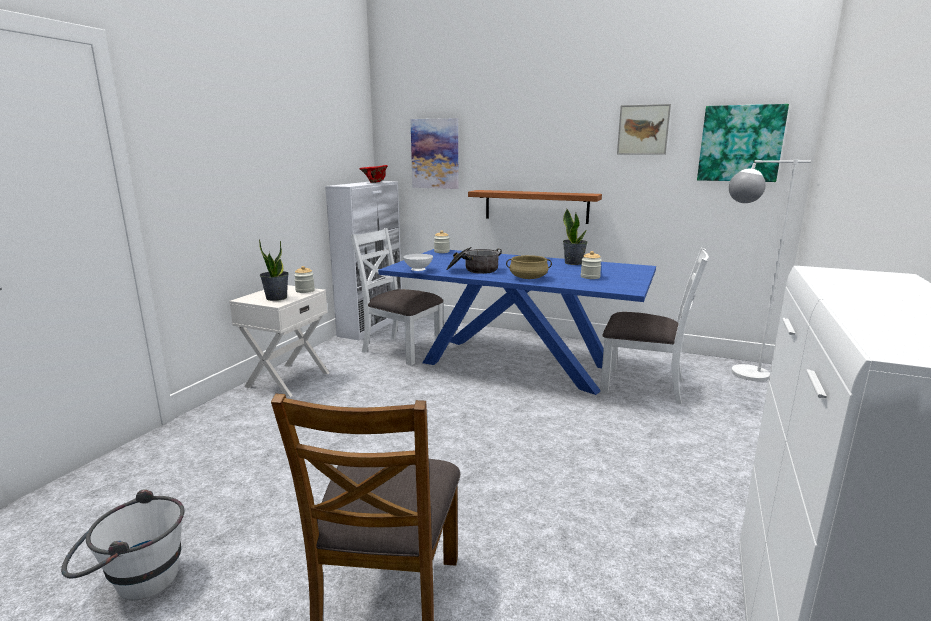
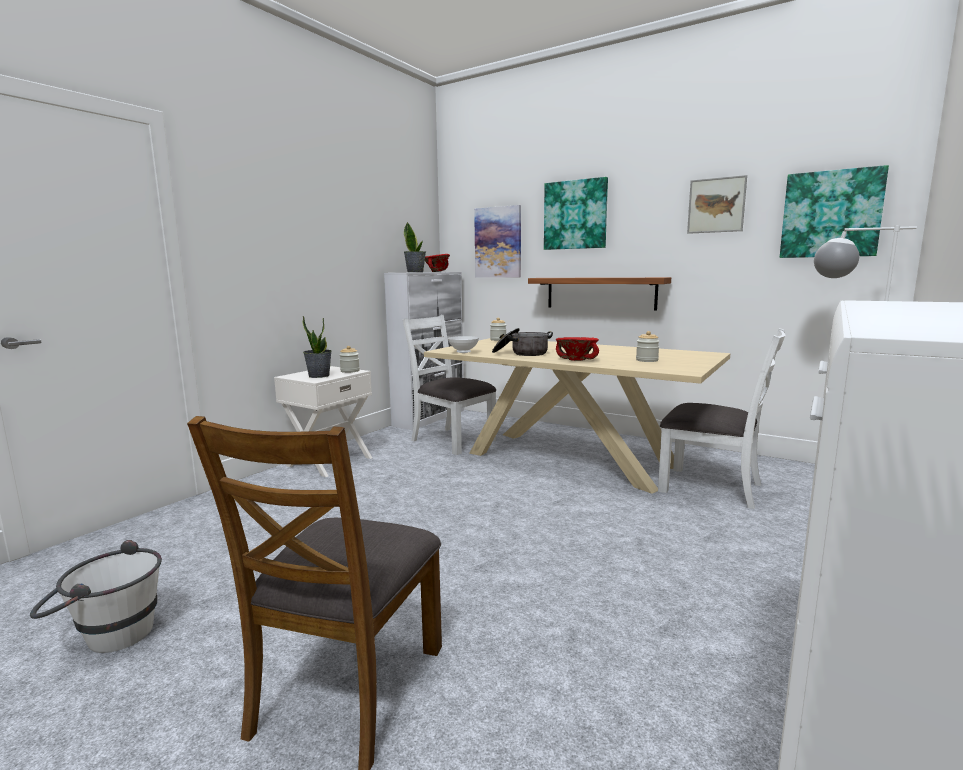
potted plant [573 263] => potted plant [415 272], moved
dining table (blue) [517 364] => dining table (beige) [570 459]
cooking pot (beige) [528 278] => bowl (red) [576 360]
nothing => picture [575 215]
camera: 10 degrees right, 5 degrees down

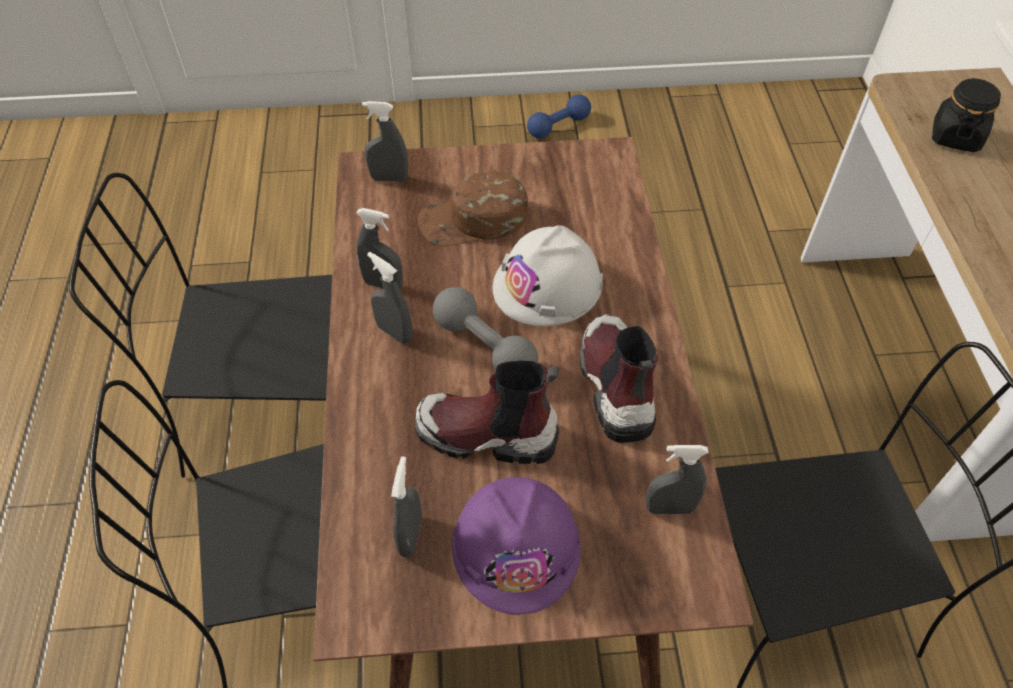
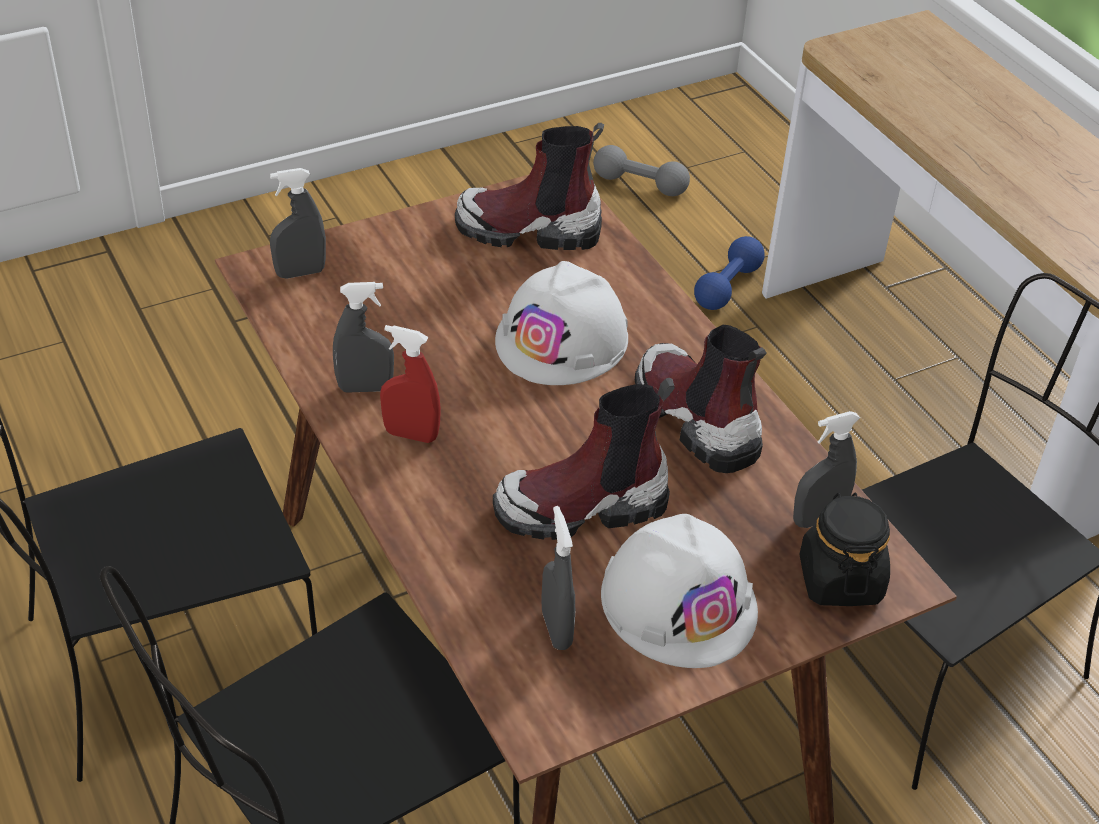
jar (black) [955 136] => jar (black) [839 579], moved
dumbbell (blue) [558 126] => dumbbell (blue) [727 287], moved
cap (brown) [473 220] => nothing
spray bottle (grey) [394 333] => spray bottle (red) [411 434]
dumbbell (grey) [484 346] => dumbbell (grey) [640 184], moved
hard hat (purple) [517 546] => hard hat (white) [679 602]
nothing => boot [528 230]
camera: 25 degrees left, 10 degrees down

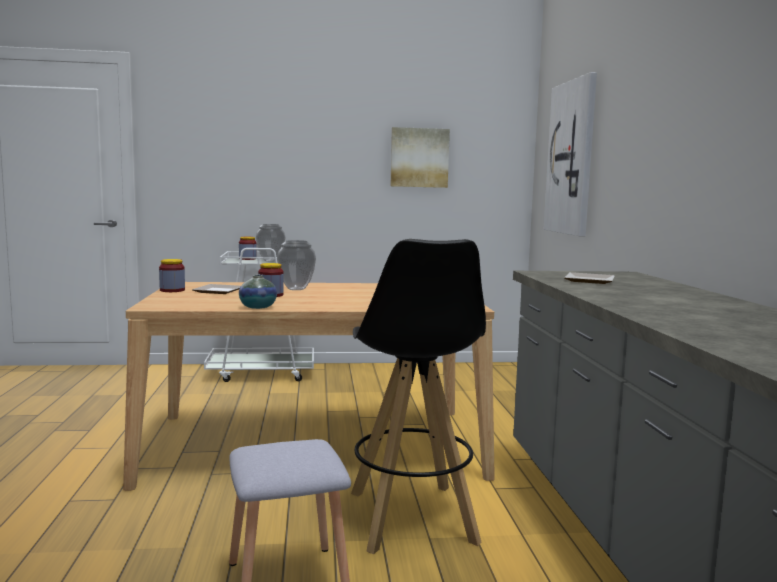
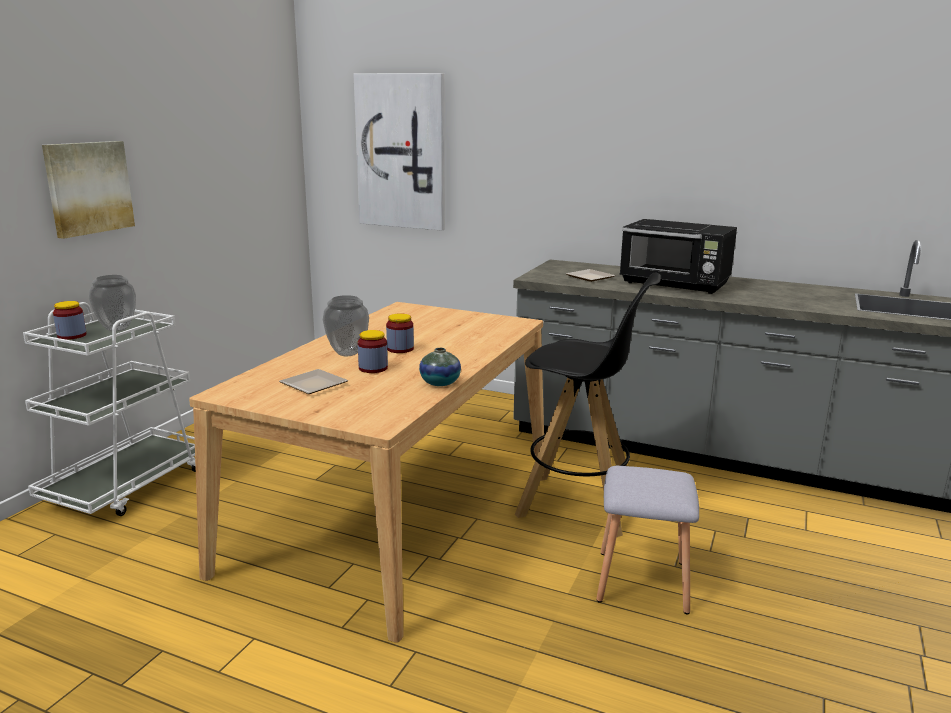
picture [419 158] => picture [88 187], moved
jar [172 290] => jar [400 349], moved
nothing => microwave (black) [675 284]
camera: 60 degrees left, 10 degrees up

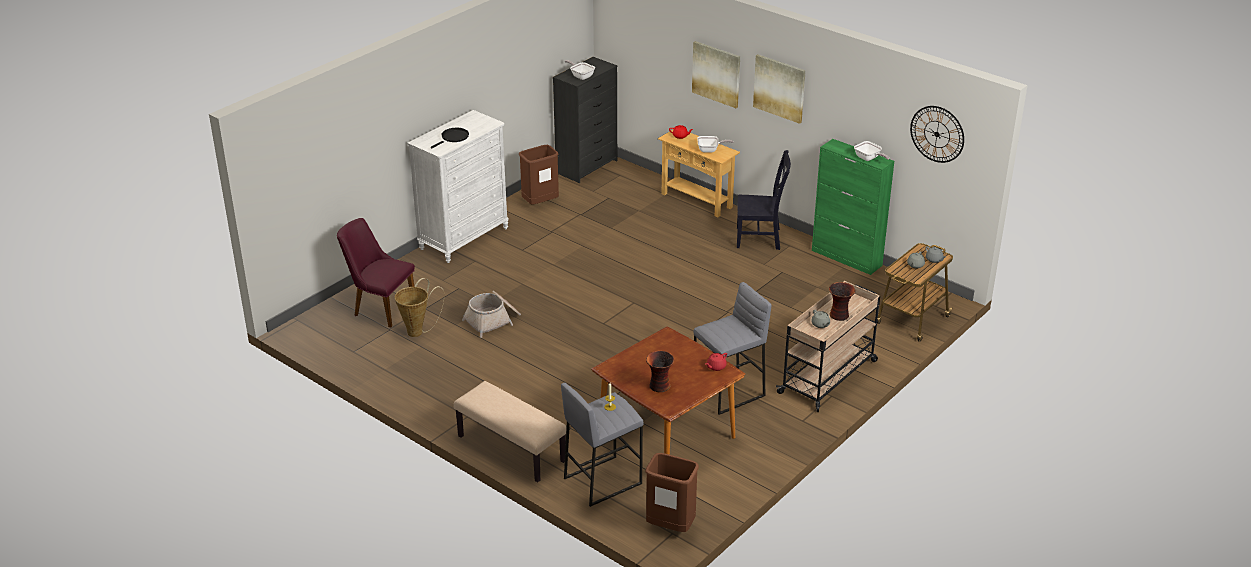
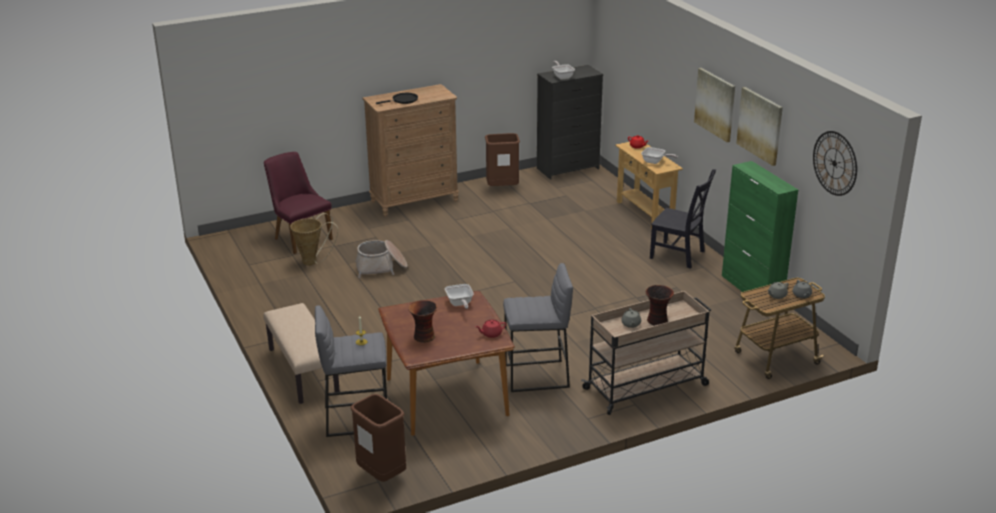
picture [716 74] => picture [760 125], moved
dresser (white) [464 238] => dresser (brown) [414 201]
frying pan [869 159] => frying pan [459 304], moved
camera: 25 degrees right, 5 degrees down

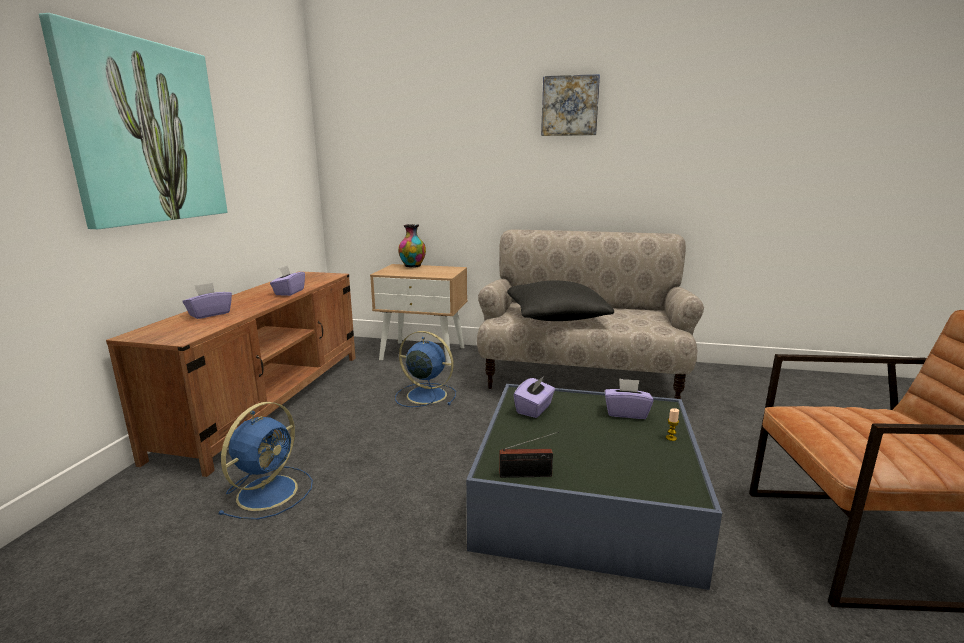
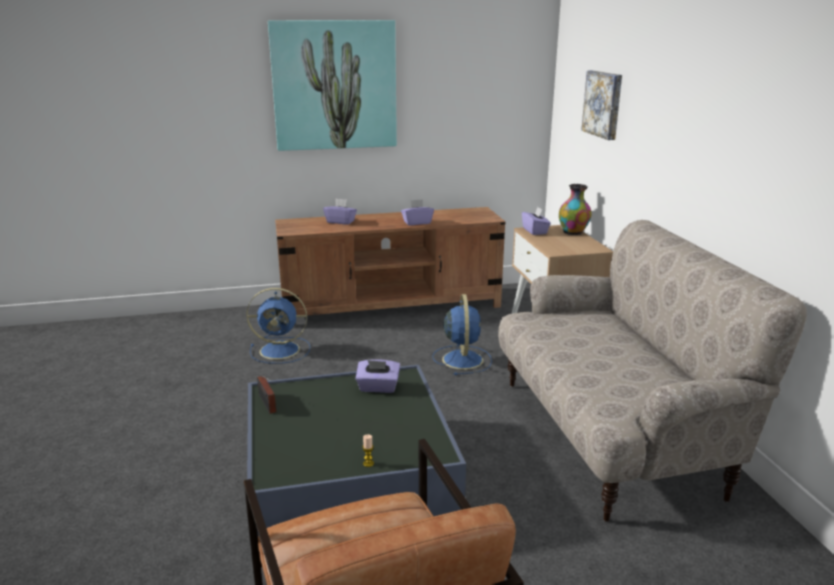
picture [570 106] => picture [604 104], moved
pillow (black) [555 317] => nothing
tissue box (purple) [626 413] => tissue box (purple) [535 231], moved
camera: 65 degrees right, 5 degrees up

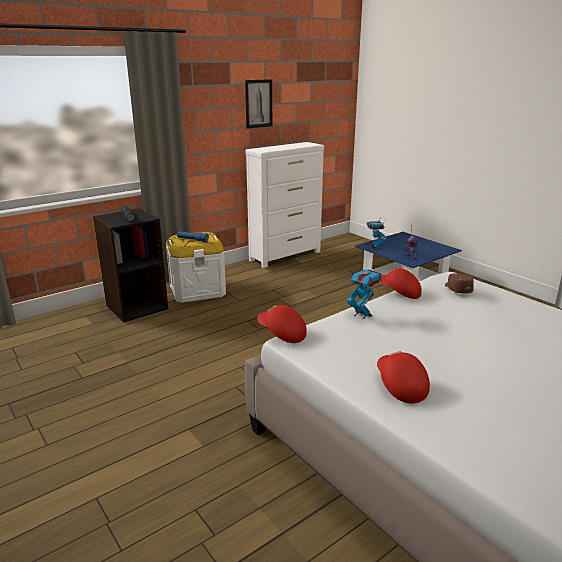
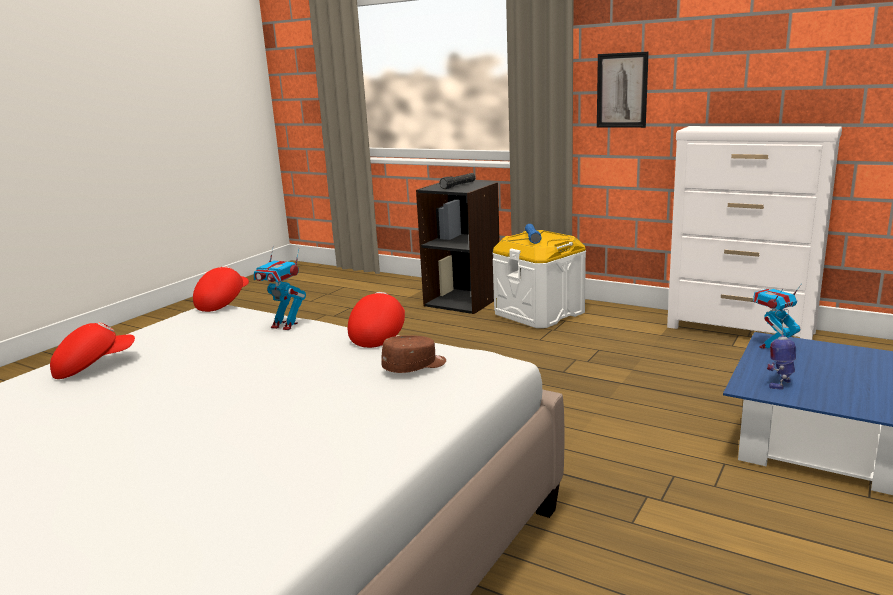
picture [258 103] => picture [622 90], moved
toy robot [362 315] => toy robot [285 325], 90 degrees clockwise
camera: 70 degrees right, 5 degrees down

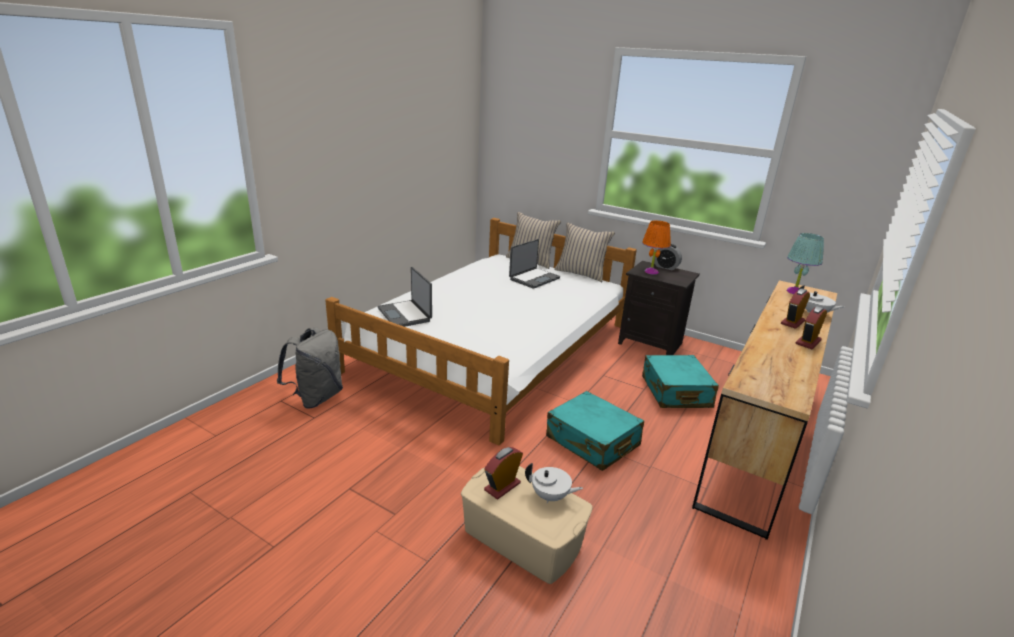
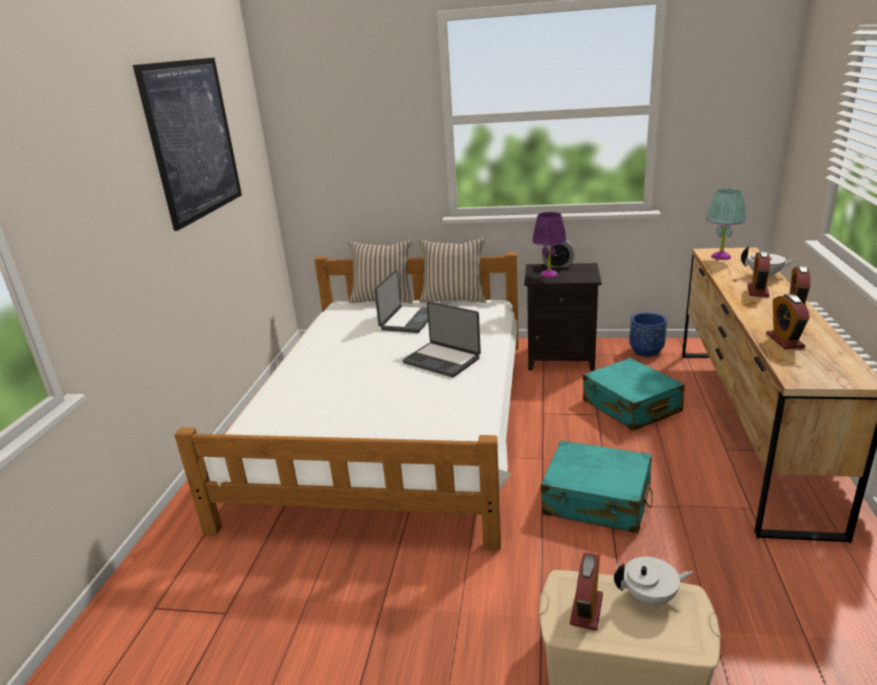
table lamp (orange) [651 271] => table lamp (purple) [548 274]
laptop [405 315] => laptop [442 360], moved
backpack (grey) [316 397] => nothing
nothing => picture [193 139]
nothing => alarm clock [784 340]
nothing => planter (blue) [646 351]
camera: 20 degrees left, 0 degrees up

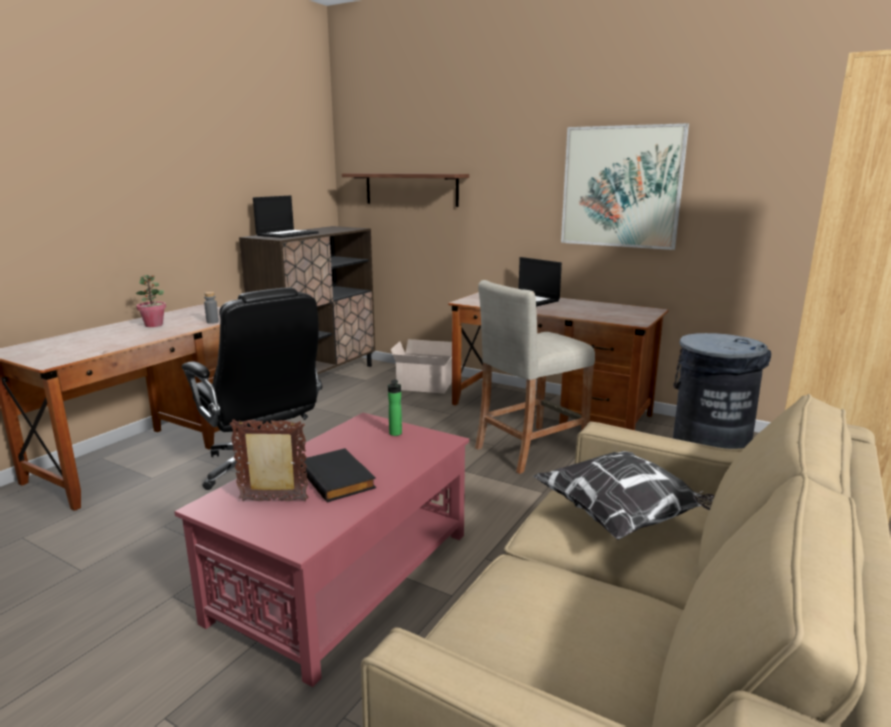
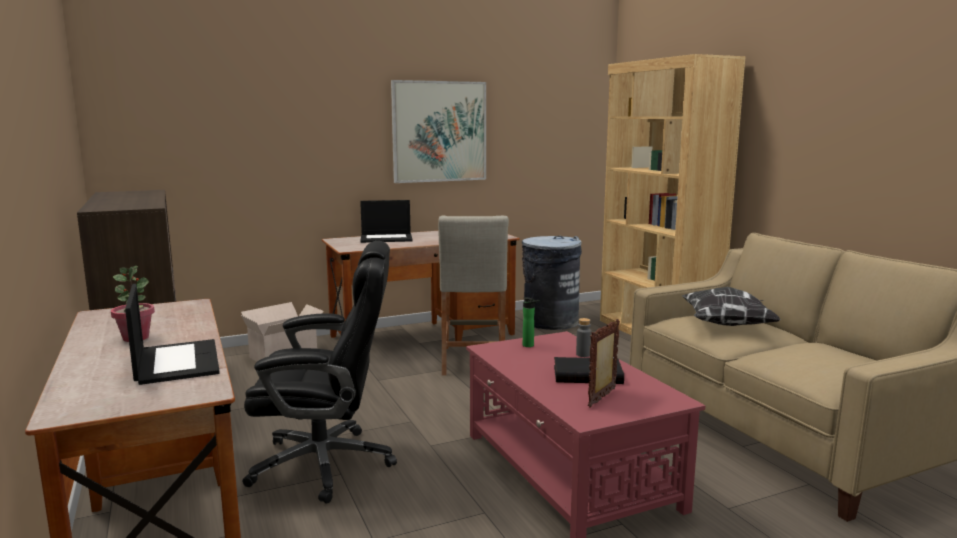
shelf [411 189] => nothing
laptop [287 234] => laptop [176 362], moved
bottle (grey) [212 322] => bottle (grey) [583 354], moved
camera: 55 degrees left, 5 degrees down

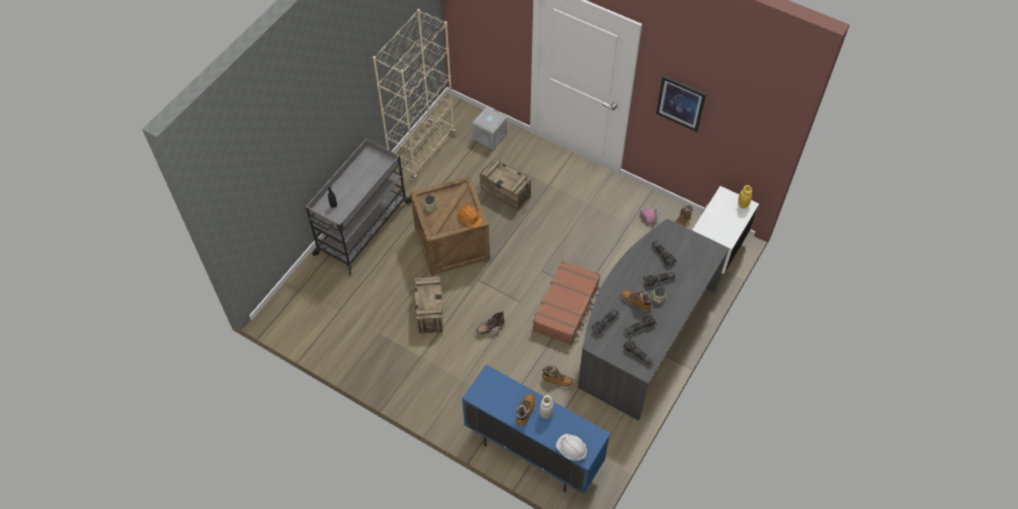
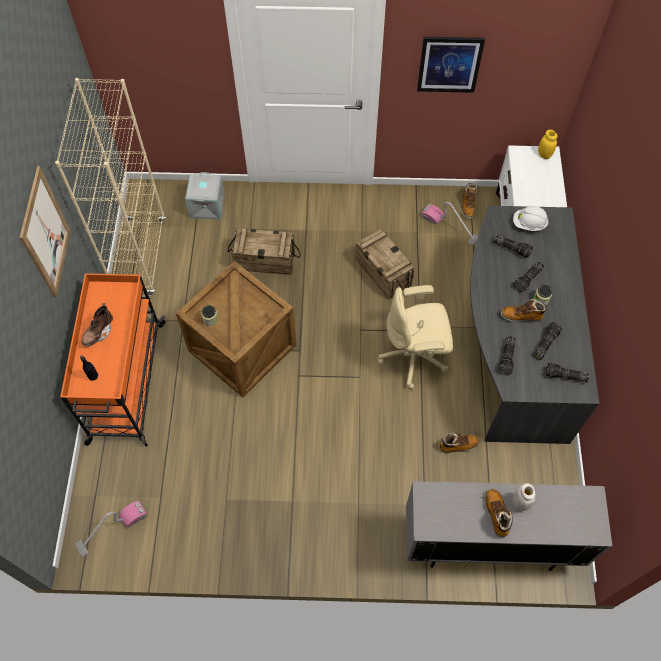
cart (grey) [362 229] => cart (orange) [126 383]
hard hat (orange) [469 218] => nothing
suitcase (brown) [567 307] => office chair (beige) [414 357]
crate [429 312] => crate [382 273], moved
boot (brown) [490 328] => boot (brown) [99 332], moved
cabinet (blue) [533 453] => cabinet (grey) [488 544]
hard hat (white) [571 450] => hard hat (white) [529 224], moved
nothing => picture [45 233]
nothing => vacuum cleaner [112 529]
camera: 30 degrees left, 5 degrees up

